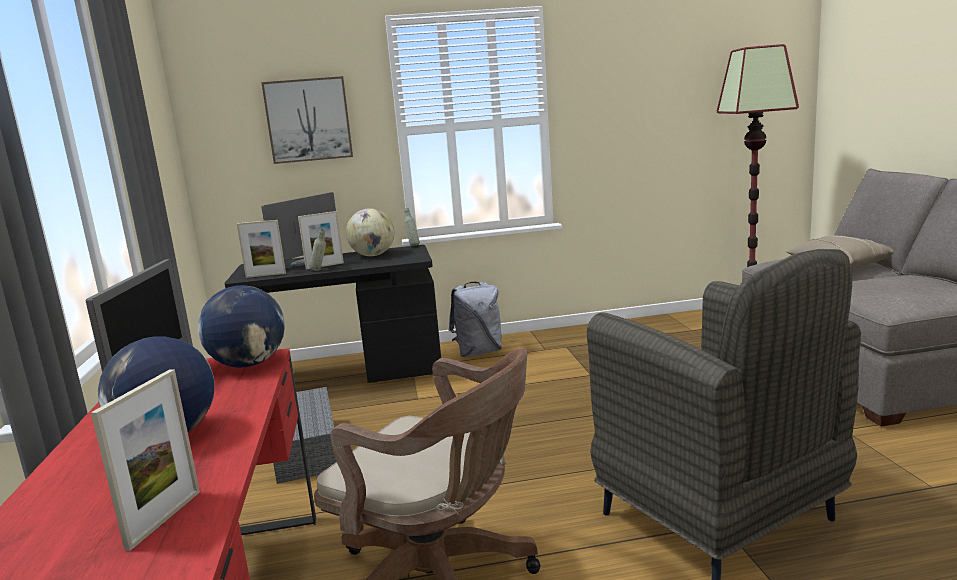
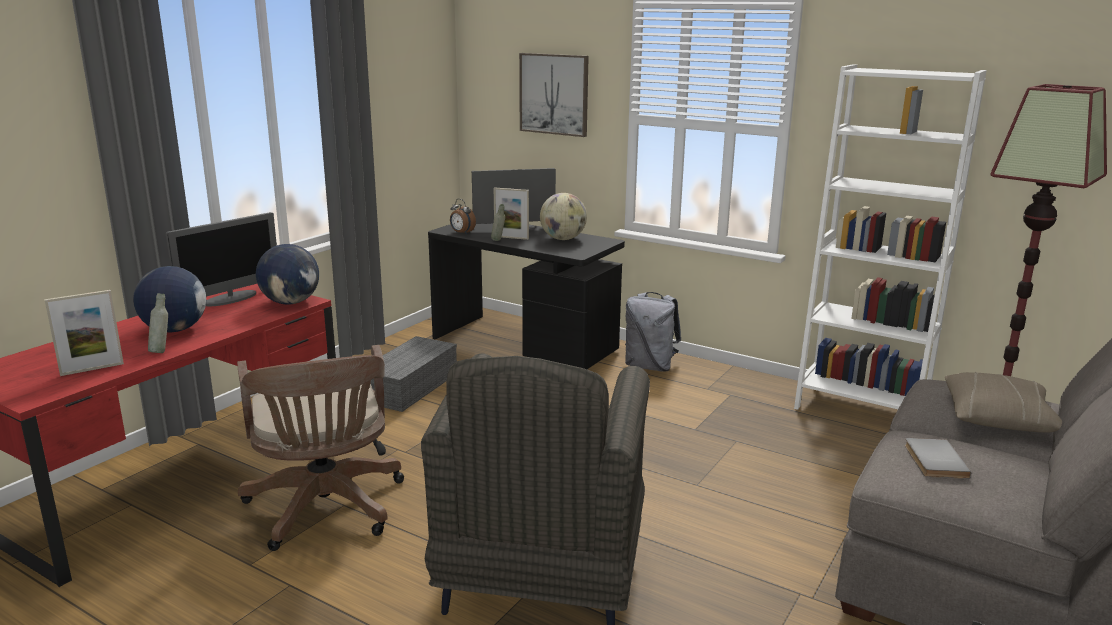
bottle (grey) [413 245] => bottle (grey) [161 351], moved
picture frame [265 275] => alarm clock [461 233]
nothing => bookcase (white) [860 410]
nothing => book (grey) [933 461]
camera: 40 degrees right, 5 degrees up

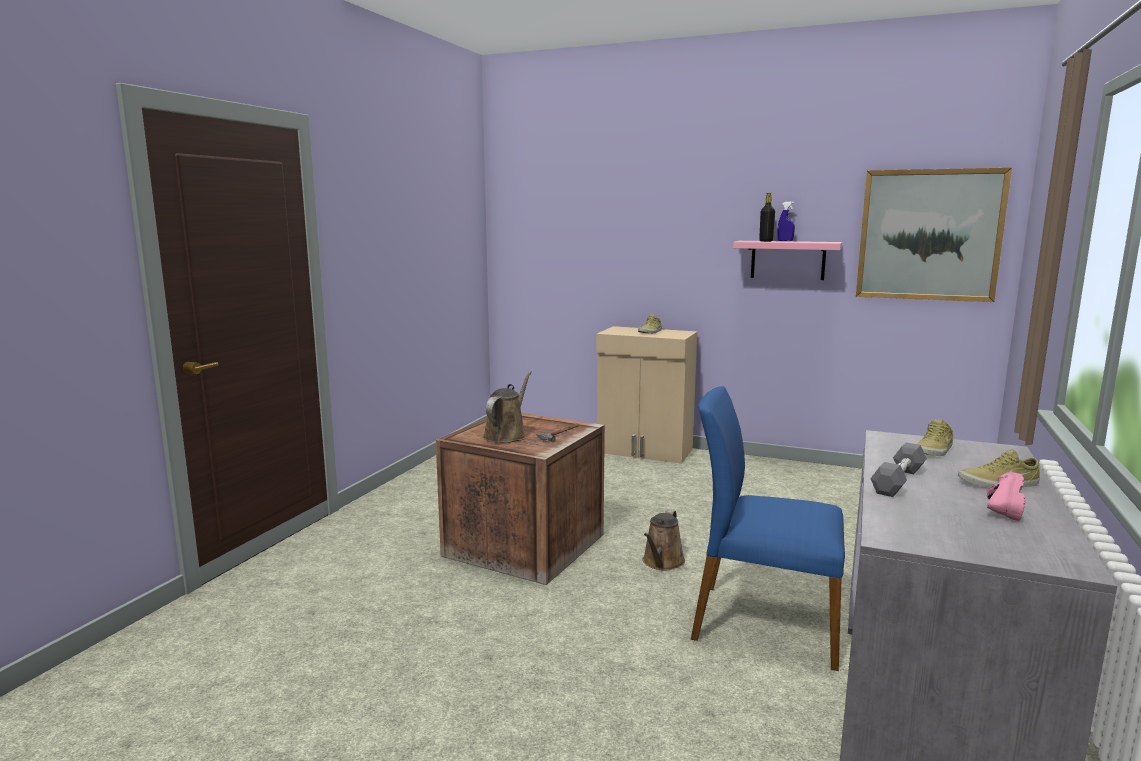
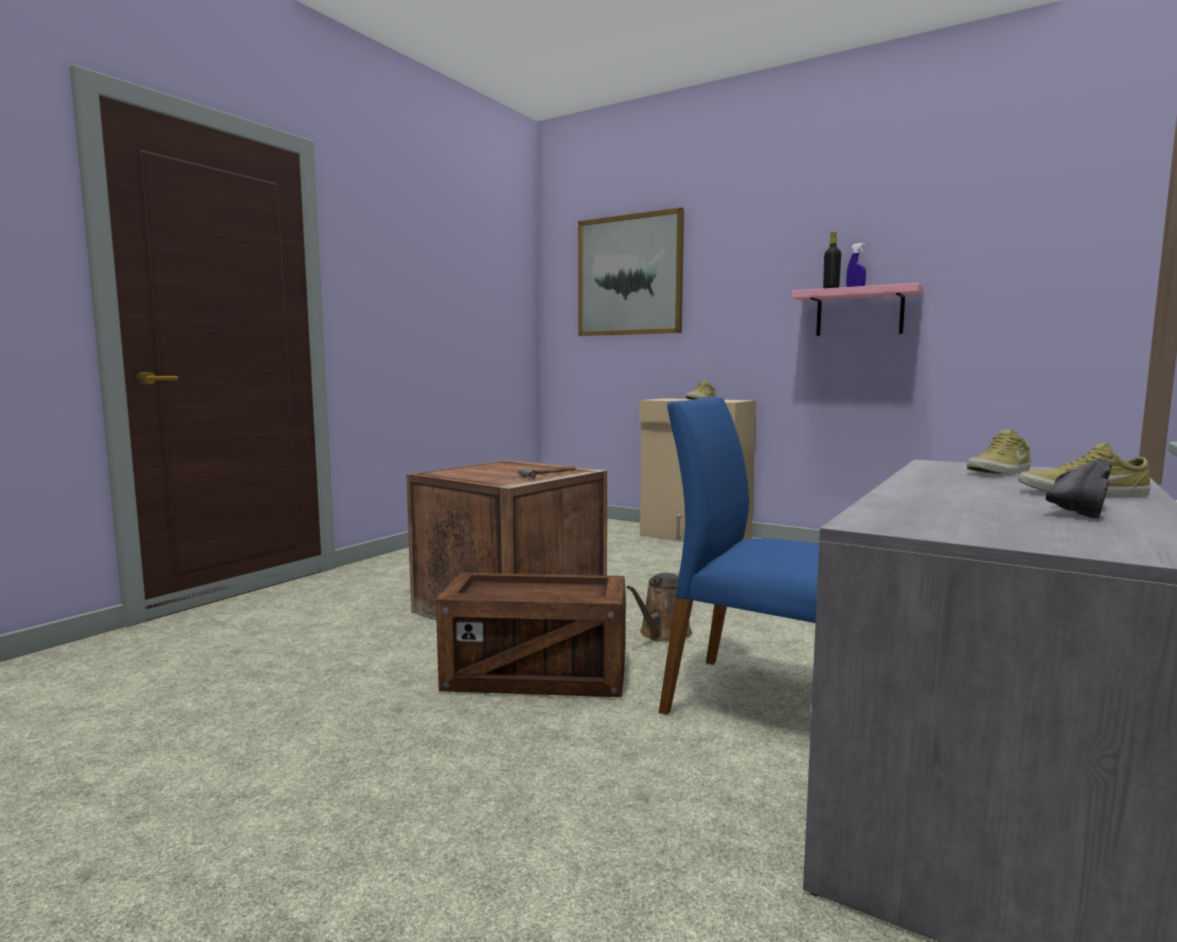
picture [929 235] => picture [629 275], moved
watering can (brown) [507 435] => nothing
dumbbell (grey) [898 481] => nothing
shoe (pink) [999 507] => shoe (black) [1073 509]
nothing => crate [536 675]
camera: 10 degrees right, 5 degrees down

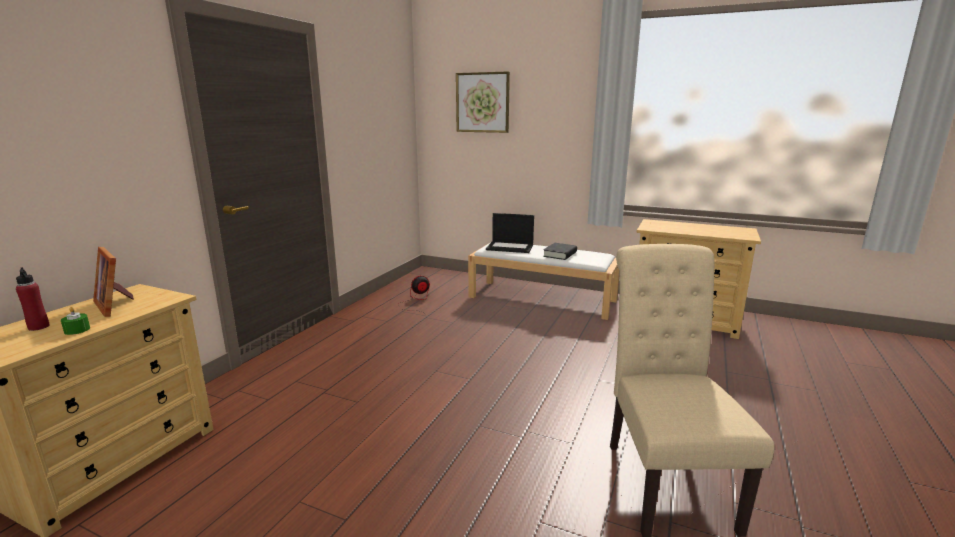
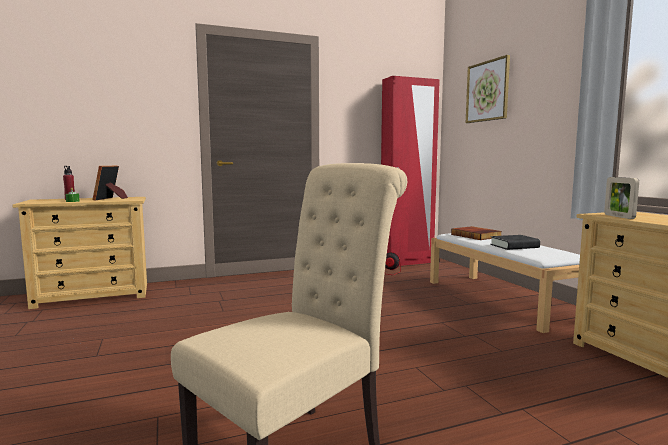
laptop [510 247] => book [476 236]
nothing => wardrobe (red) [406 262]
nothing => picture frame [619 216]
camera: 45 degrees right, 10 degrees down

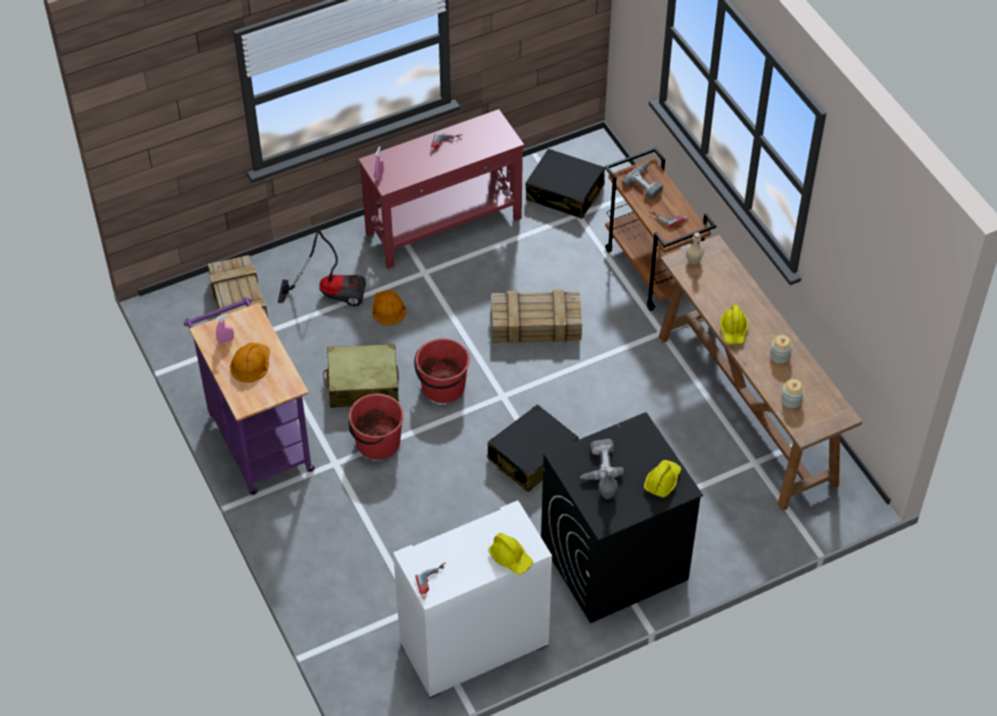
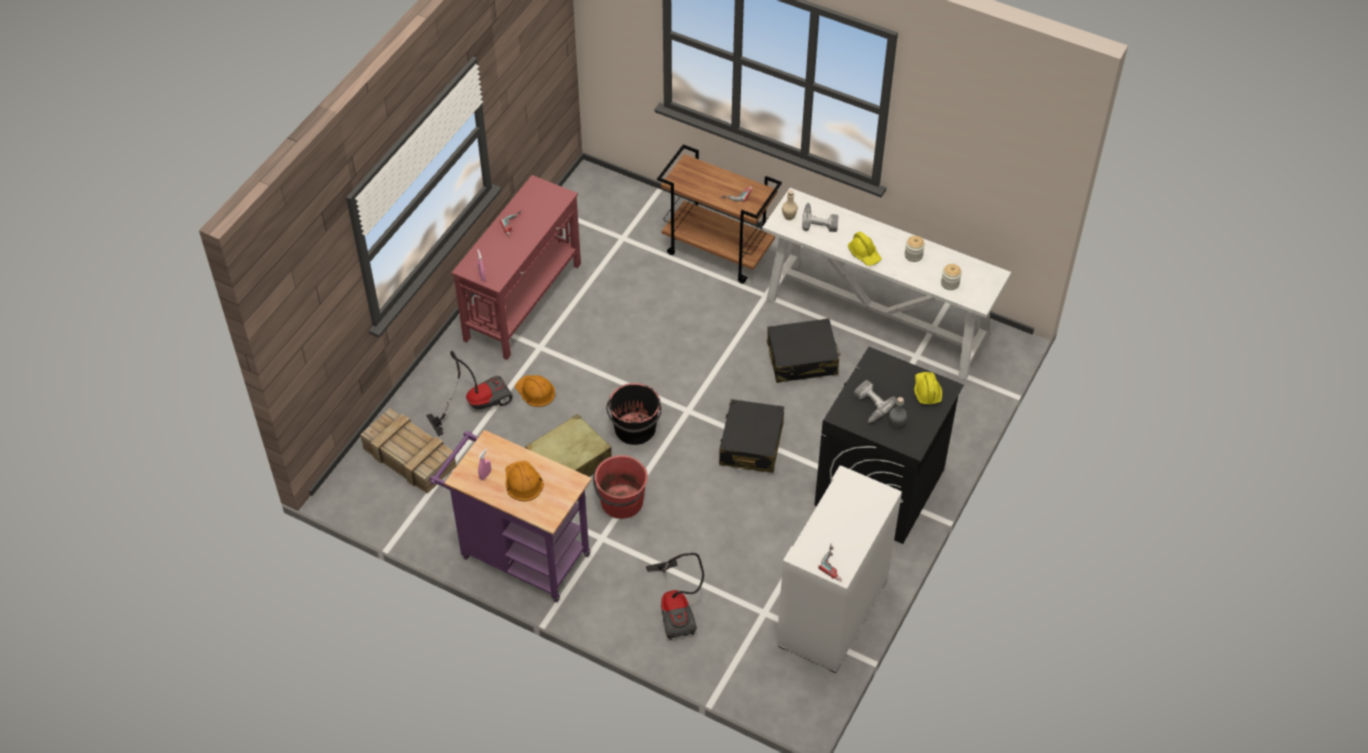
suitcase (black) [565 193] => suitcase (black) [802 359], moved
power drill [646 183] => power drill [820 220], moved
console table (brown) [746 410] => console table (white) [877 320]
crate [537 324] => nothing
bucket (red) [443 387] => bucket (black) [635 429]
hard hat (yellow) [510 558] => nothing
nothing => vacuum cleaner [677 607]
camera: 35 degrees left, 0 degrees up

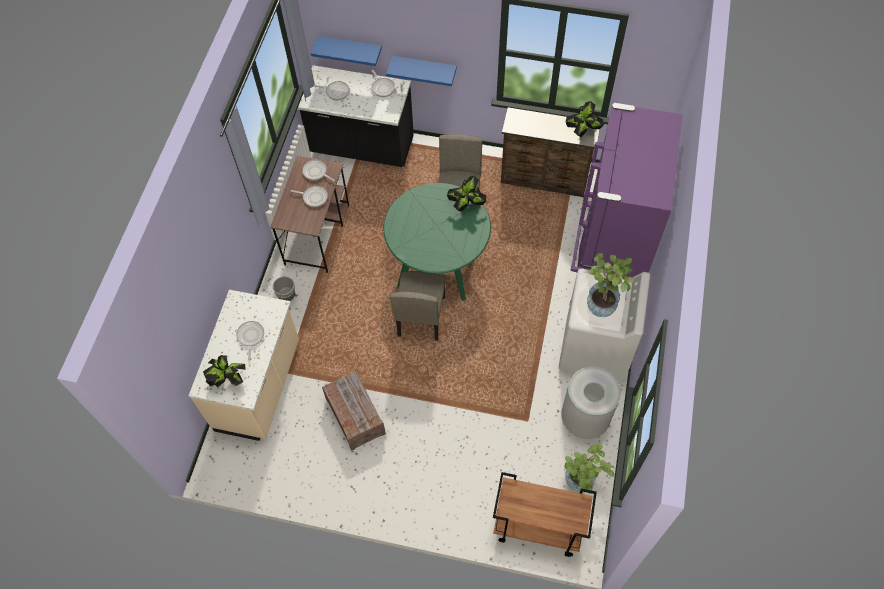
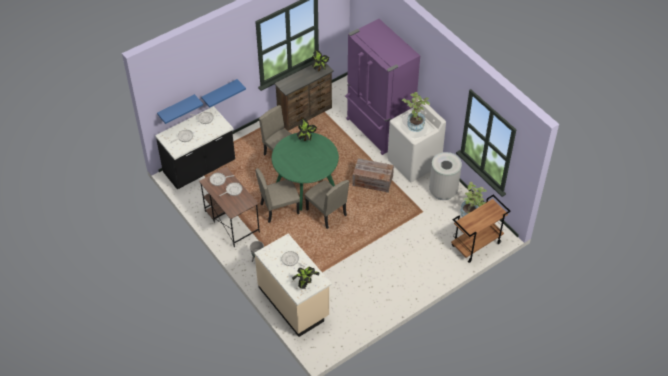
crate [355 415] => crate [372 181], moved
nothing => chair (beige) [279 208]
camera: 50 degrees left, 10 degrees down

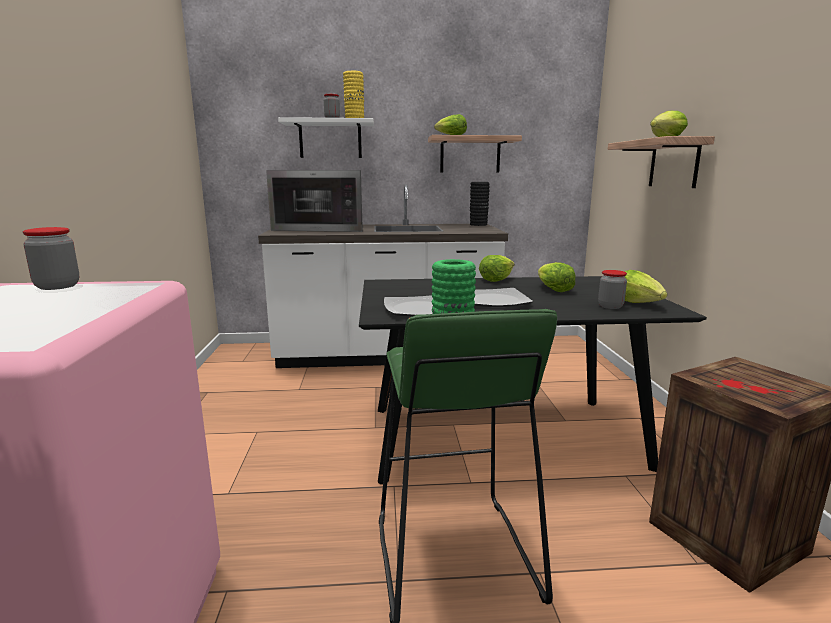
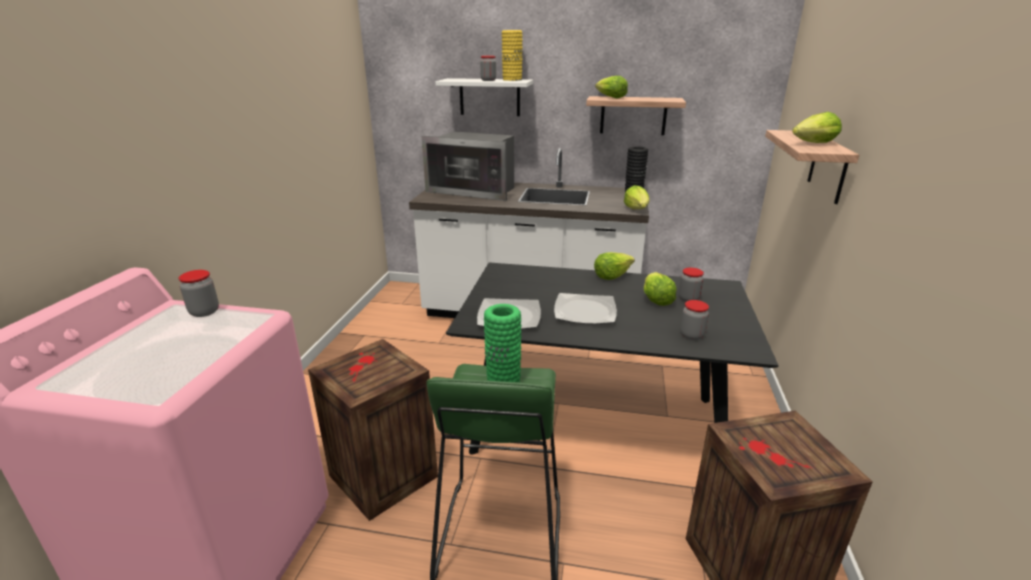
lettuce [638 303] => lettuce [637 209], moved
nothing => jar [688 299]
nothing => crate [381 476]
camera: 15 degrees right, 10 degrees up

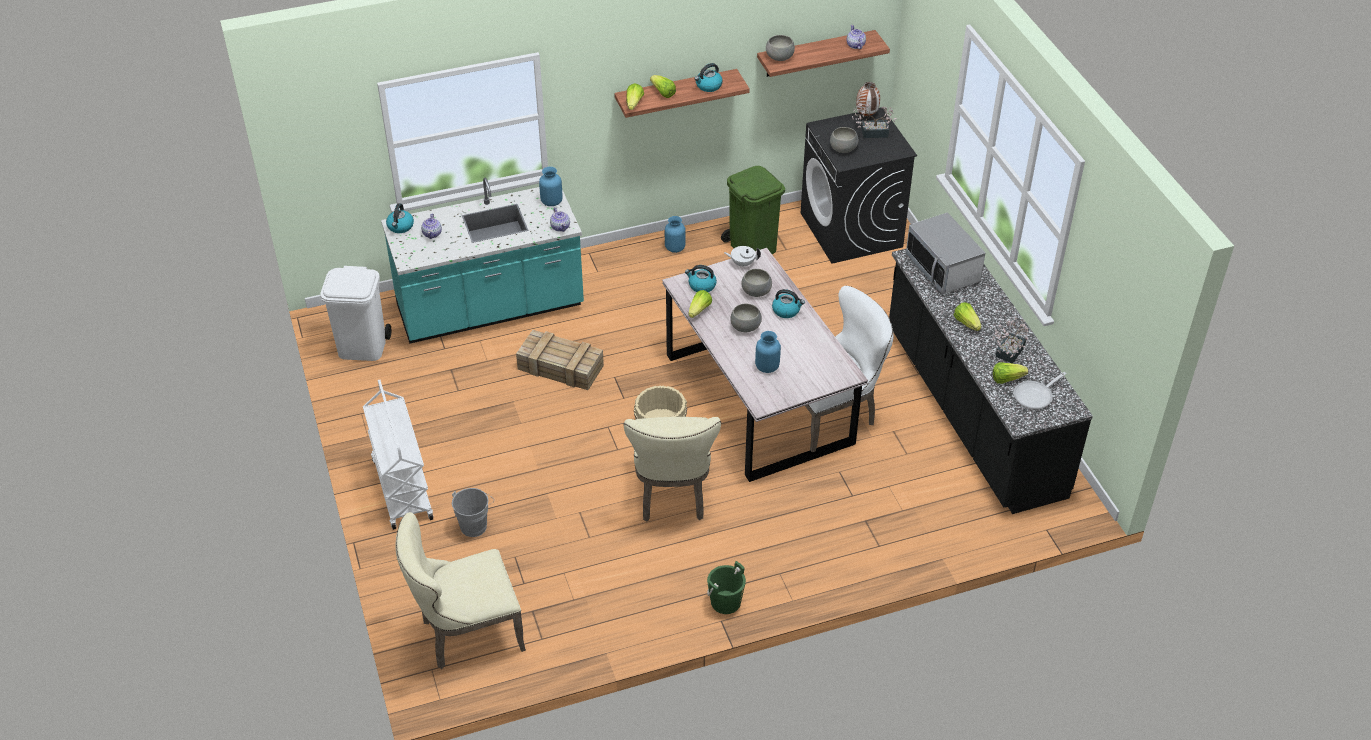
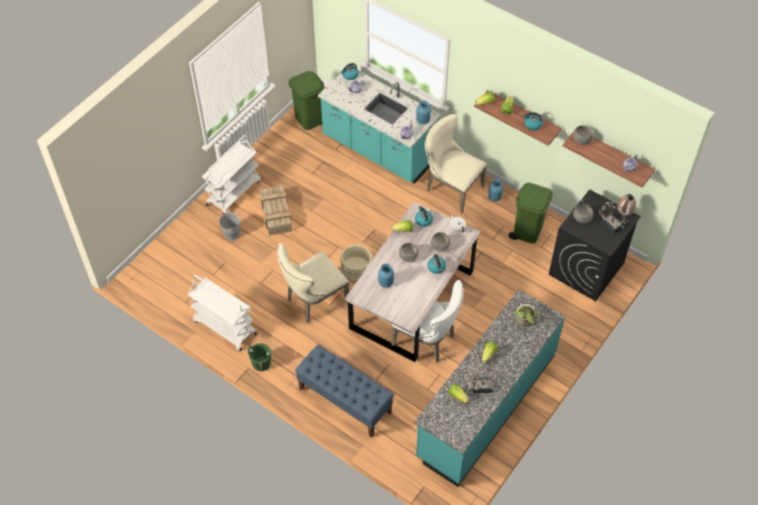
microwave [943 269] => potted plant [525 320]
counter (black) [972 412] => counter (turquoise) [485 405]
trash can (white) [363 347] => trash can (green) [309 119]
crate [559 367] => crate [276 213], moved
frying pan [1035 396] => nothing
chair (beige) [466 634] => chair (beige) [451 188], moved
nothing => cart (white) [224 327]
nothing => bench (blue) [344 401]
camera: 55 degrees right, 10 degrees up

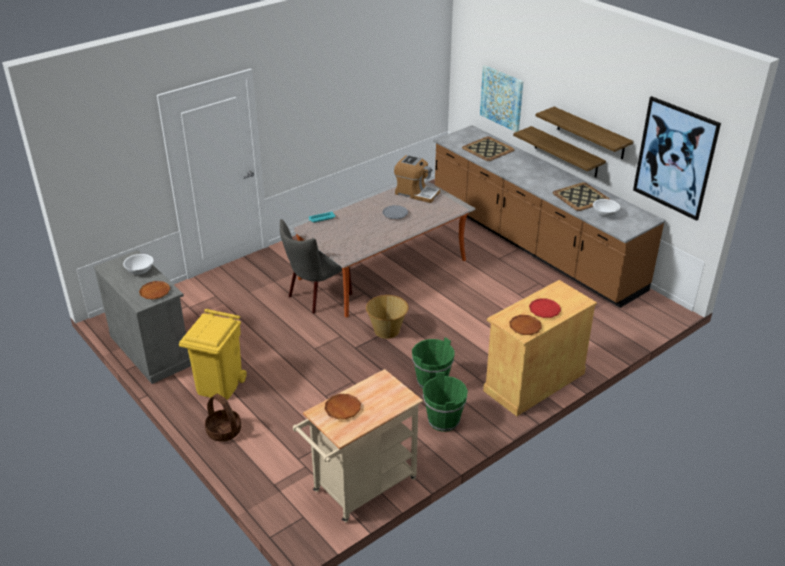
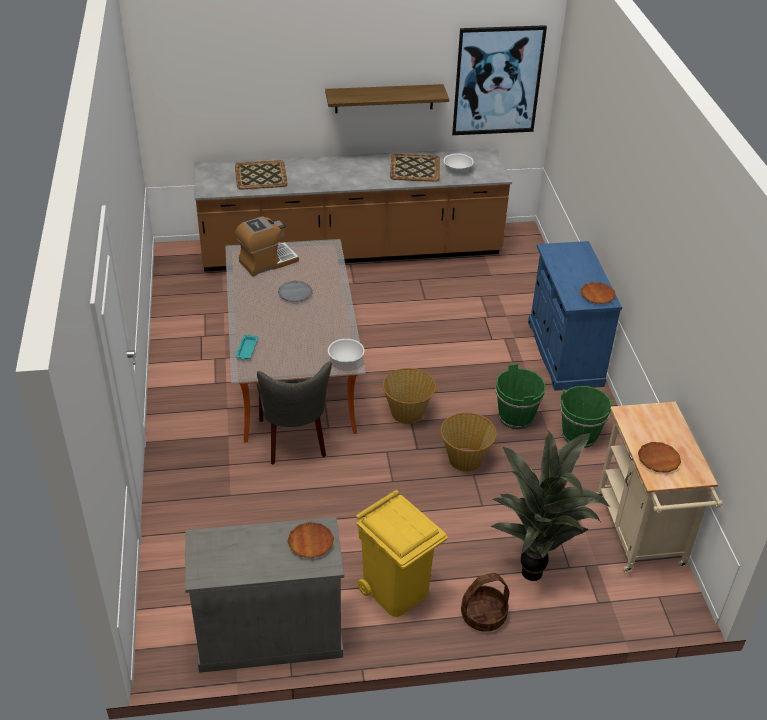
picture [502 98] => nothing
shelf [566 152] => nothing
bowl (white) [140 270] => bowl (white) [346 360], moved
cabinet (beige) [534 382] => cabinet (blue) [564 353]
plate (red) [544 310] => nothing
nothing => basket [465 459]
nothing => potted plant [534 569]
camera: 60 degrees left, 5 degrees up

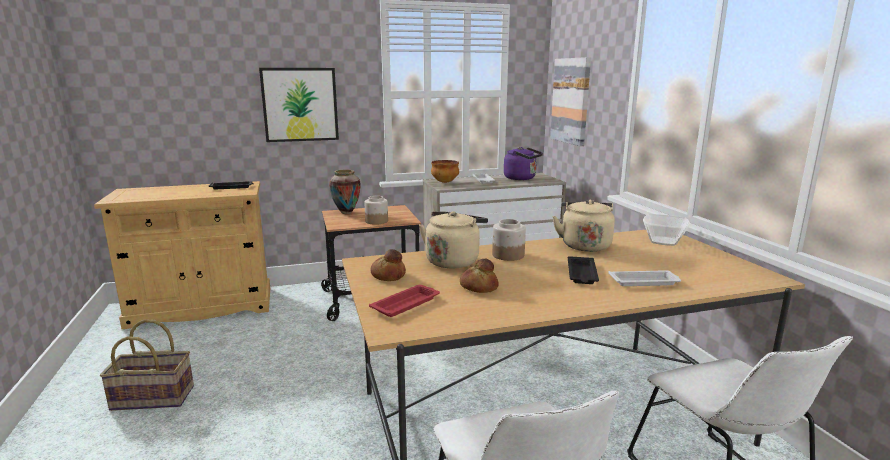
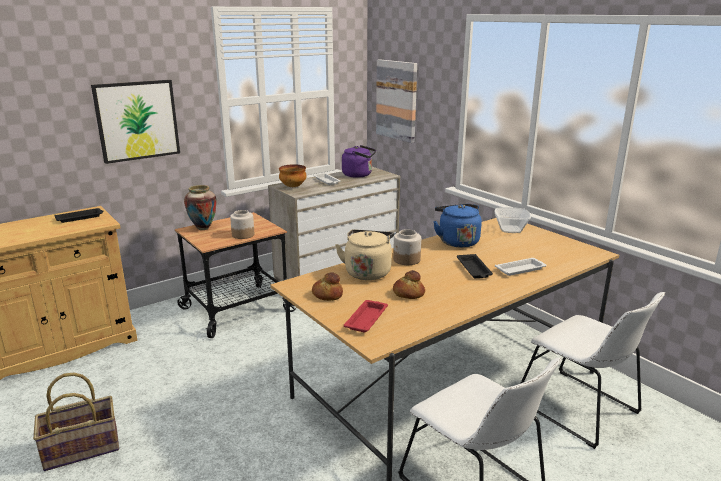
kettle (beige) [584 245] => kettle (blue) [457 241]
camera: 20 degrees left, 5 degrees up

